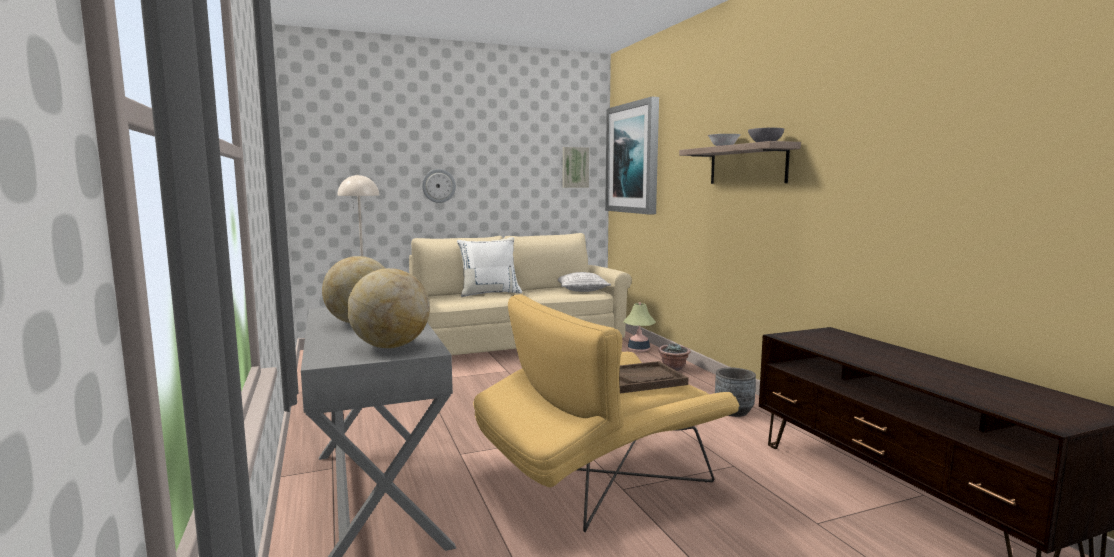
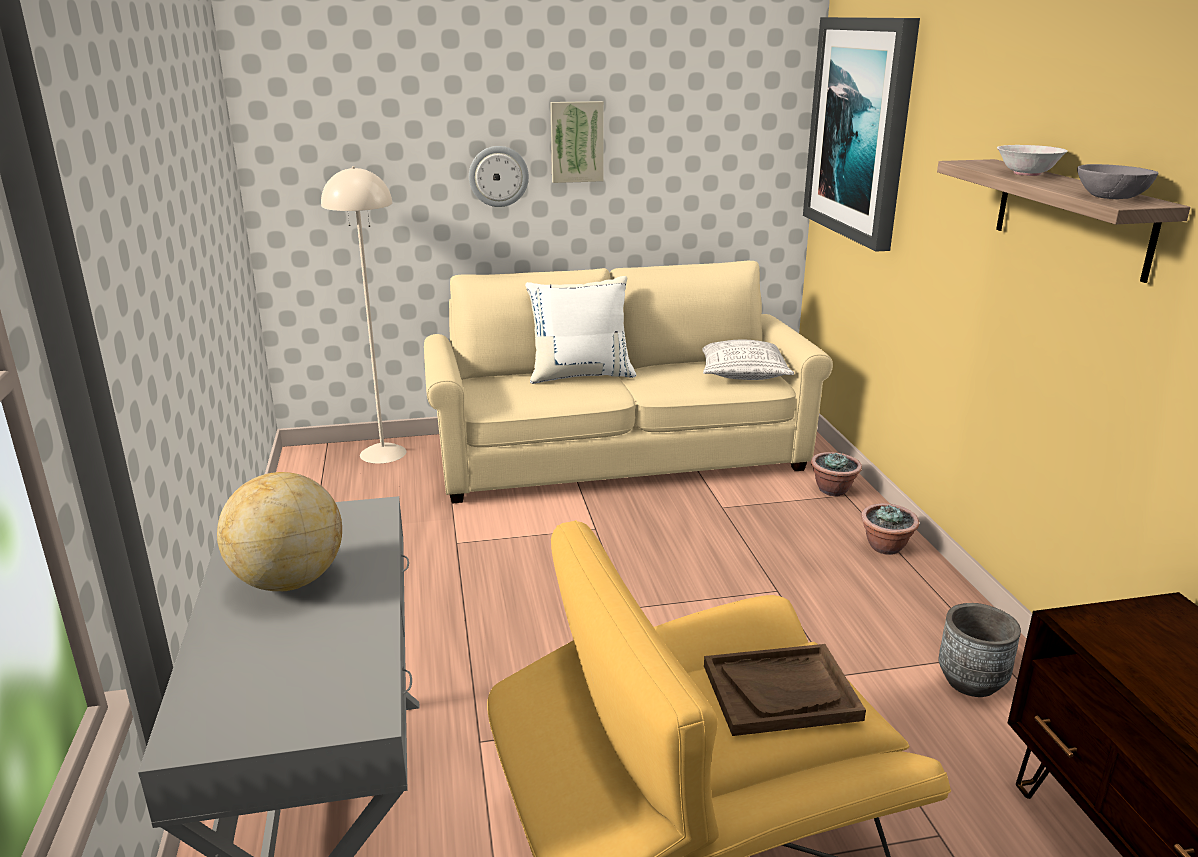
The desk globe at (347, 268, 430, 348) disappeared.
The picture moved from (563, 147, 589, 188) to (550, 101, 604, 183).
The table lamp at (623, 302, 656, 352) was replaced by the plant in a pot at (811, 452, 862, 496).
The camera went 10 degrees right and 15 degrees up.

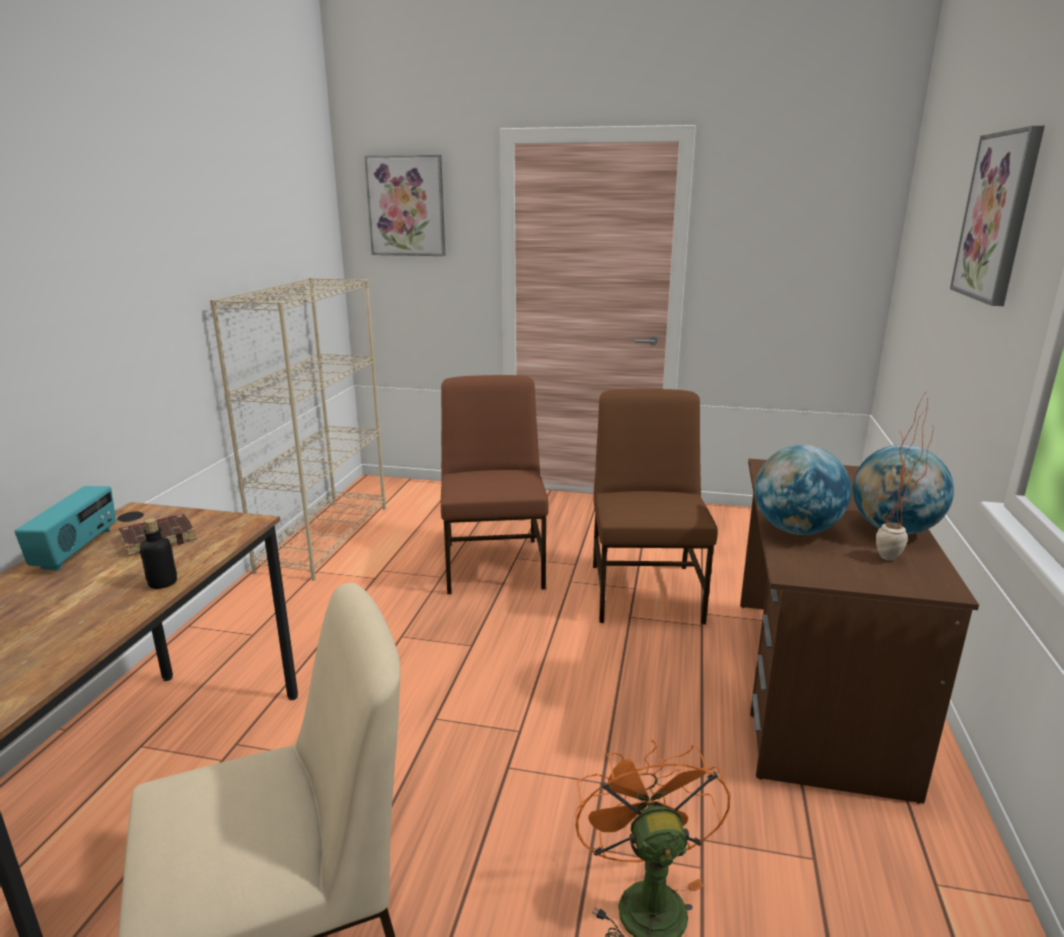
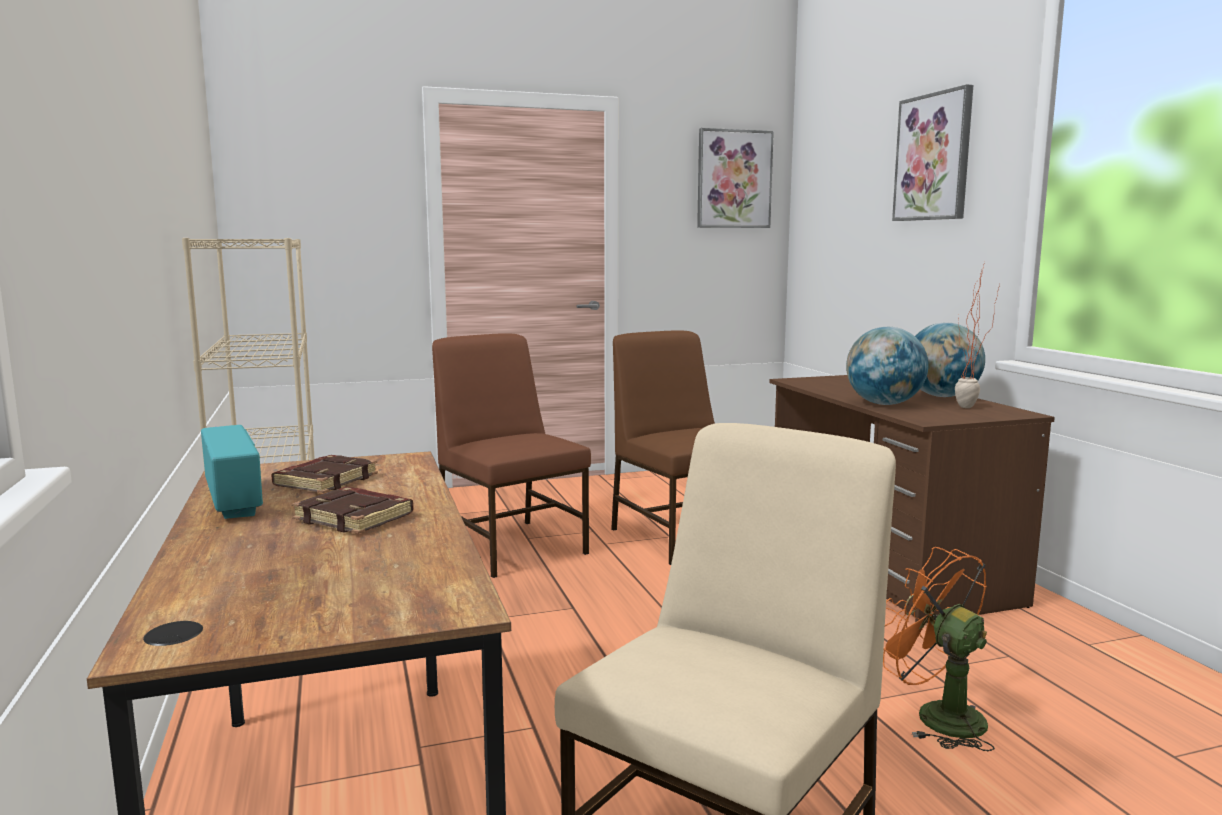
The drink bottle at (140, 518, 177, 589) disappeared.
The bound book (brown) at (292, 487, 413, 534) appeared.
The picture moved from (364, 155, 445, 256) to (697, 128, 774, 228).
The camera went 30 degrees left and 10 degrees down.

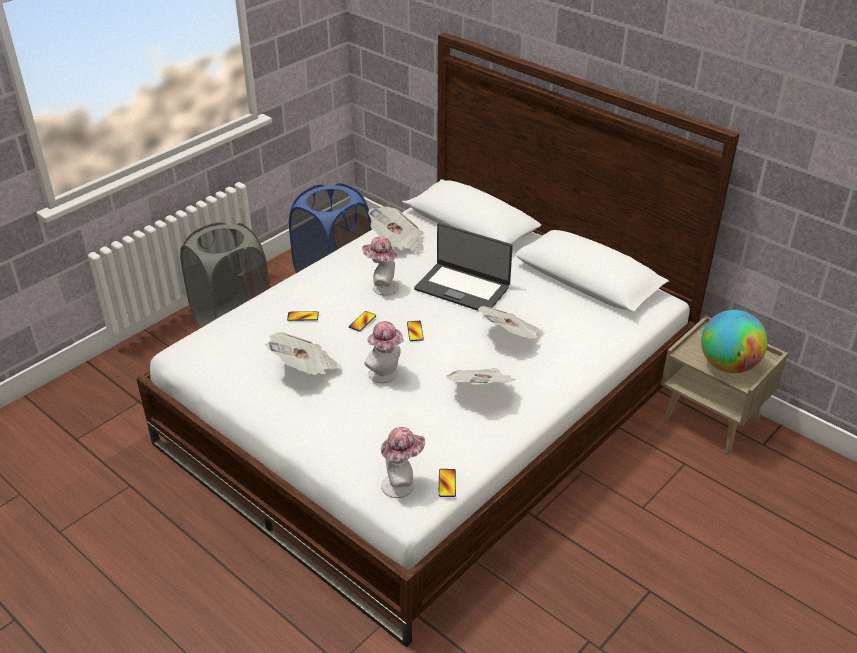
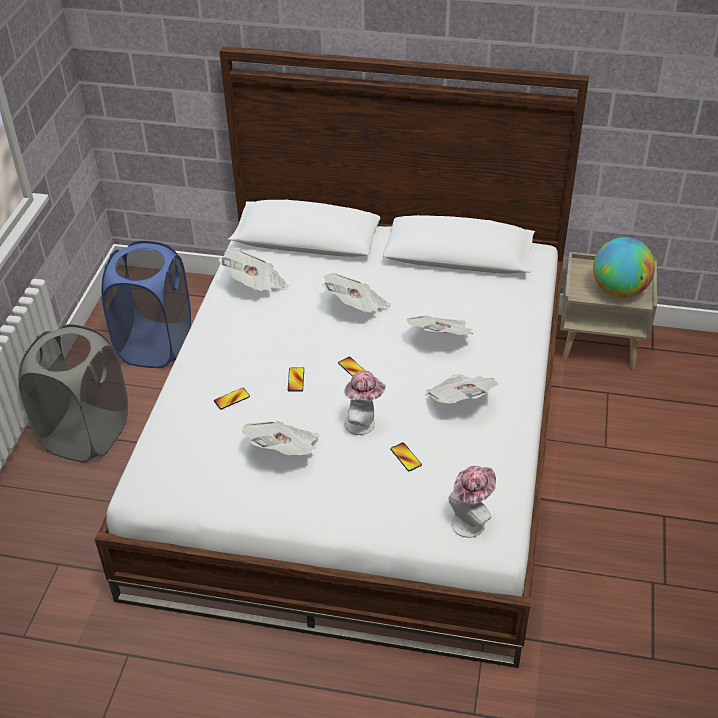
The wearable hat at (362, 236, 399, 296) disappeared.
The telephone moved from (439, 469, 456, 497) to (390, 442, 422, 471).
The laptop at (414, 223, 513, 311) was replaced by the printed paper at (322, 273, 391, 313).
The camera went 30 degrees left and 5 degrees up.

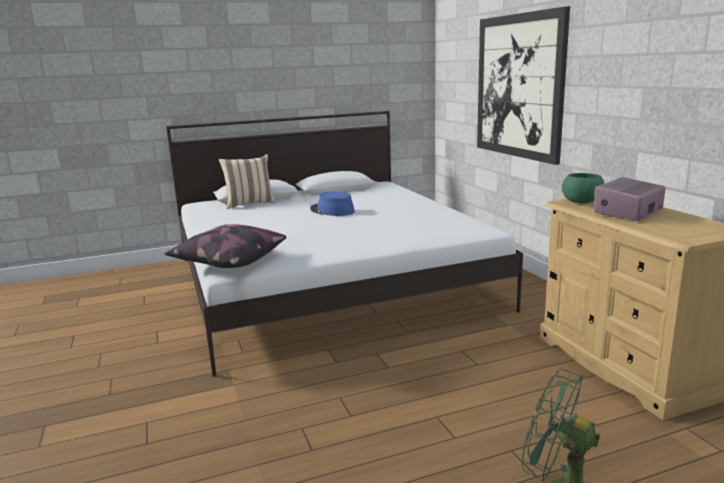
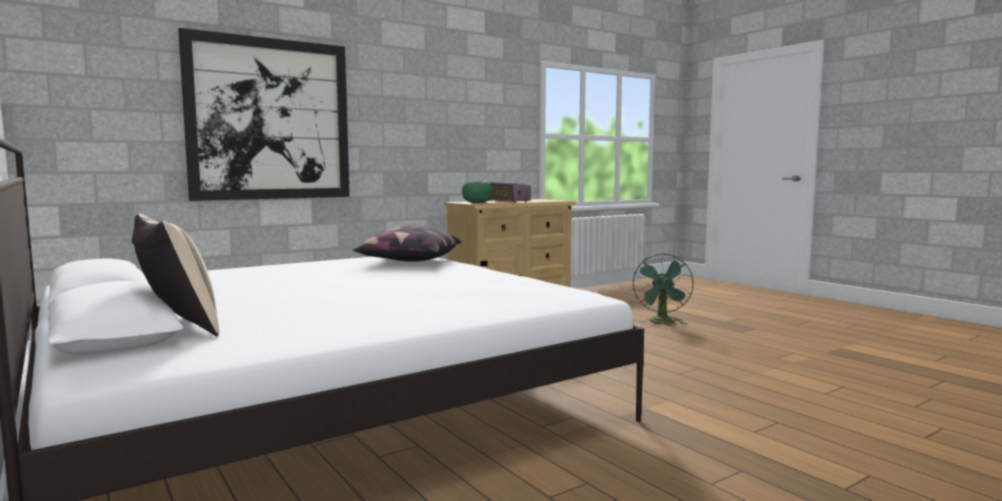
The wearable hat (blue-coloured) at (310, 192, 355, 216) disappeared.
The cushion moved from (164, 224, 287, 268) to (353, 225, 462, 262).
The camera went 105 degrees left and 10 degrees down.

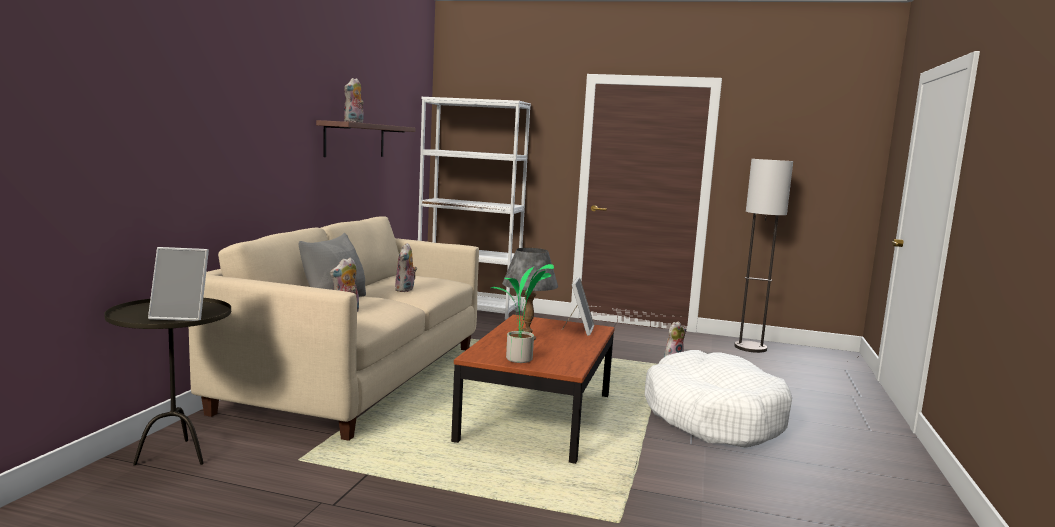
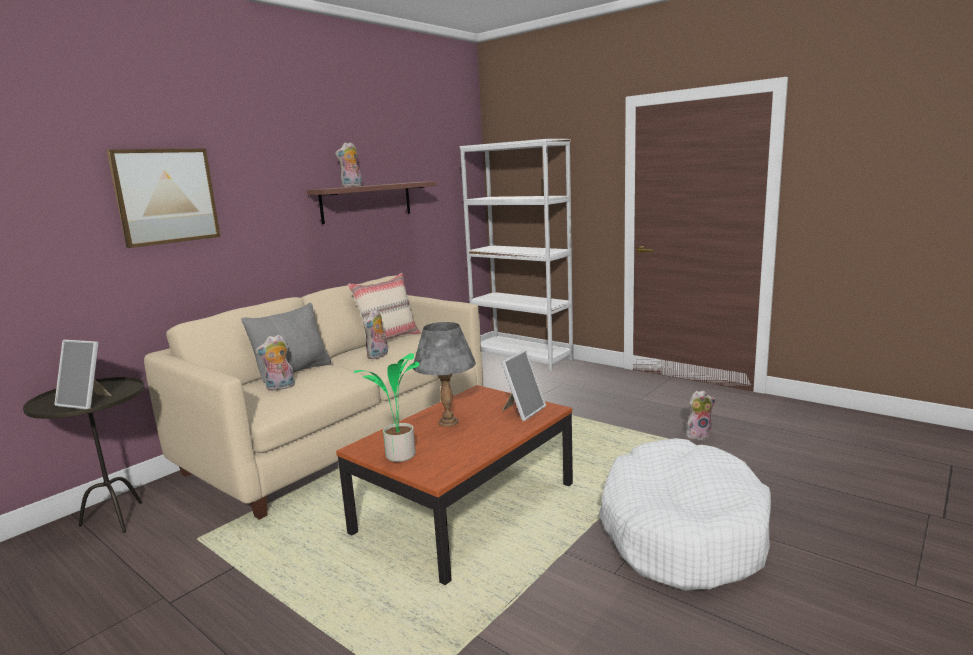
The standard lamp at (734, 159, 793, 353) disappeared.
The picture at (107, 148, 220, 248) appeared.
The cushion (sand-coloured) at (348, 273, 421, 340) appeared.
The camera went 25 degrees right and 5 degrees up.

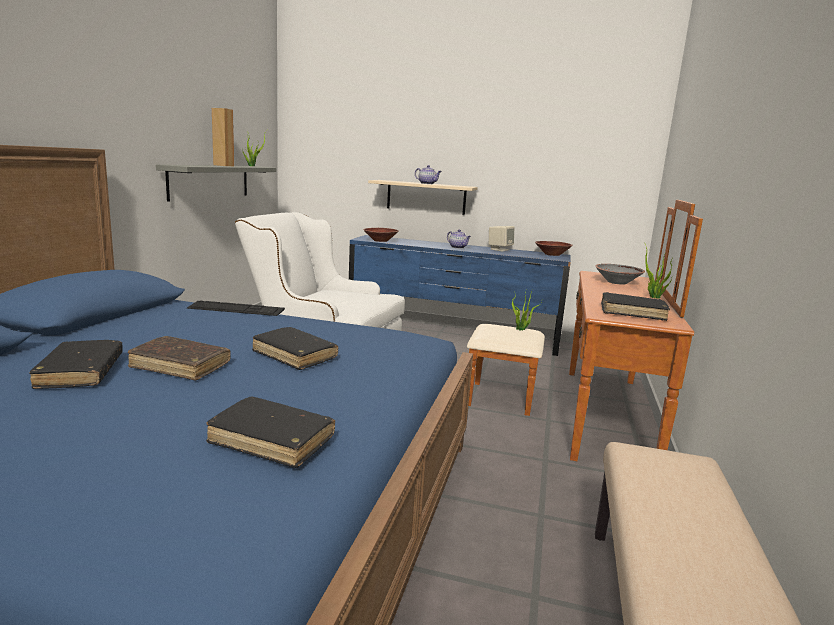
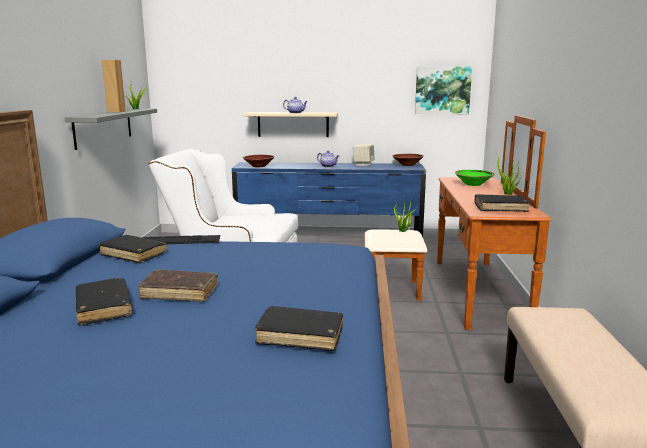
The picture at (415, 67, 472, 114) appeared.
The bound book (black-coloured) moved from (252, 327, 338, 370) to (100, 235, 167, 263).
The deep dish (greyish) at (595, 264, 645, 285) became the deep dish (green-coloured) at (455, 170, 494, 186).
The camera went 10 degrees left and 0 degrees up.

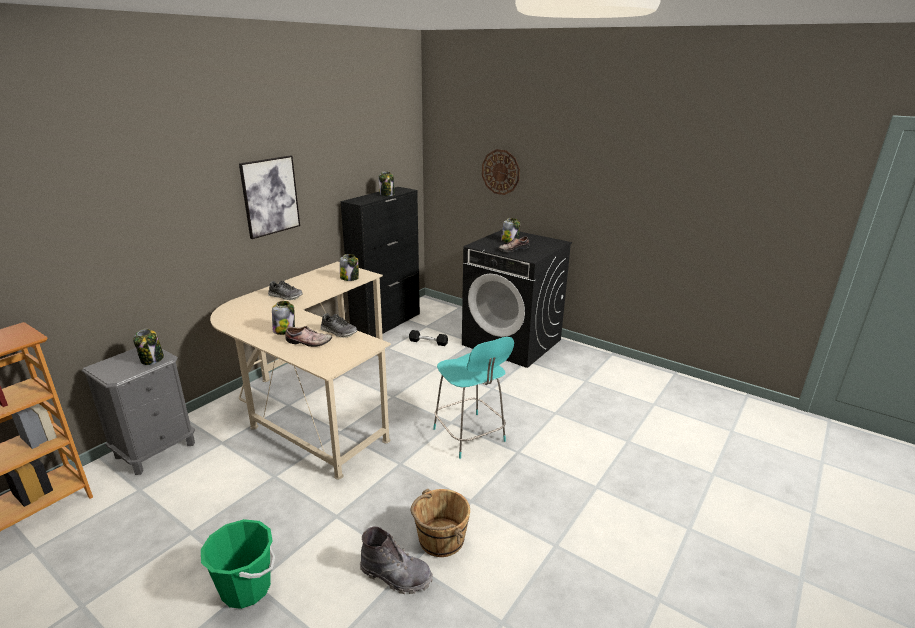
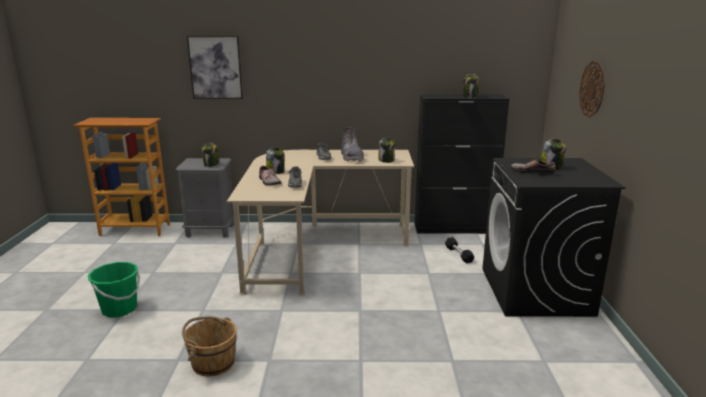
The upright chair (blue-green) at (433, 337, 514, 459) disappeared.
The picture moved from (239, 155, 300, 239) to (187, 36, 243, 99).
The boot (greyish) moved from (360, 526, 433, 594) to (341, 128, 364, 162).
The camera went 55 degrees right and 5 degrees down.

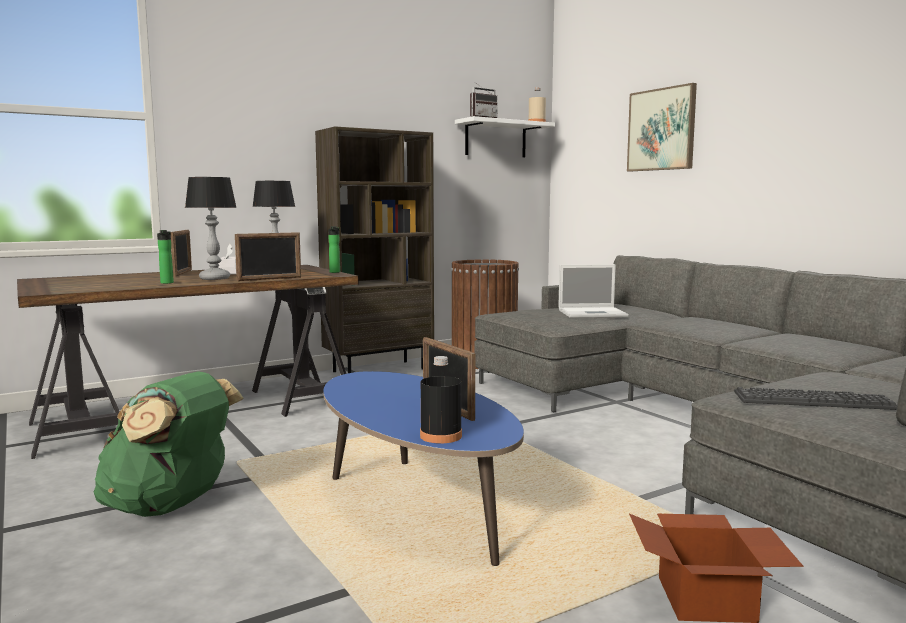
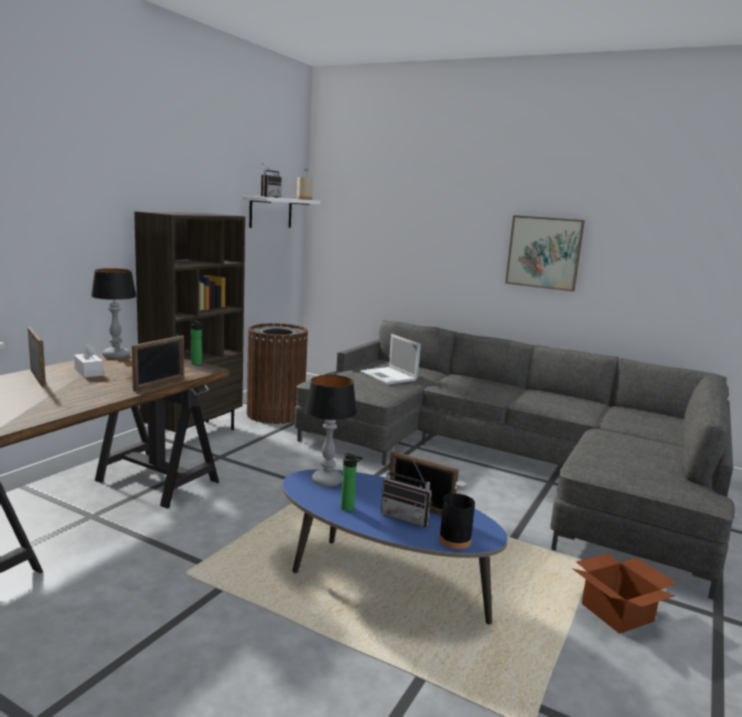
The knapsack (green-coloured) at (94, 371, 244, 517) disappeared.
The keyboard at (734, 387, 897, 410) disappeared.
The radio at (381, 458, 432, 527) appeared.
The drink bottle moved from (157, 230, 174, 284) to (341, 453, 363, 511).
The table lamp moved from (185, 177, 237, 280) to (305, 375, 357, 487).
The picture moved from (627, 83, 697, 171) to (505, 215, 585, 292).
The laptop at (558, 264, 629, 318) turned 90 degrees clockwise.
The camera went 30 degrees left and 5 degrees up.

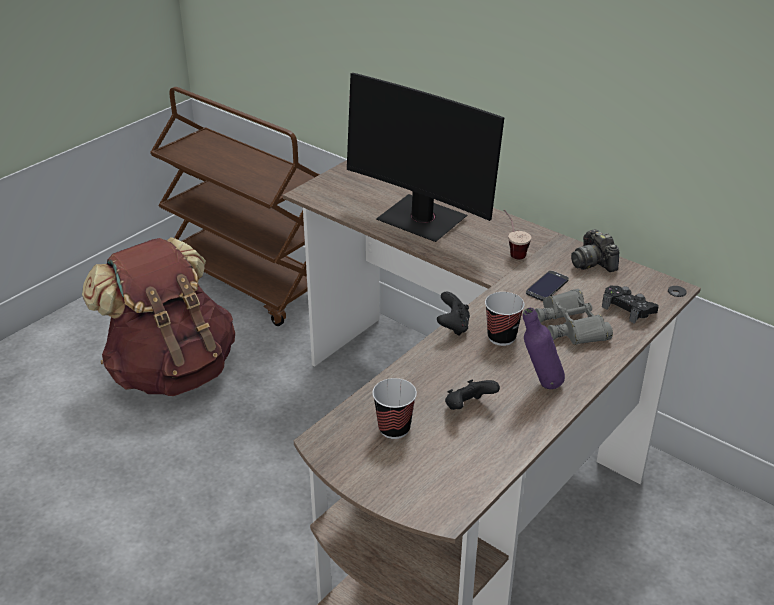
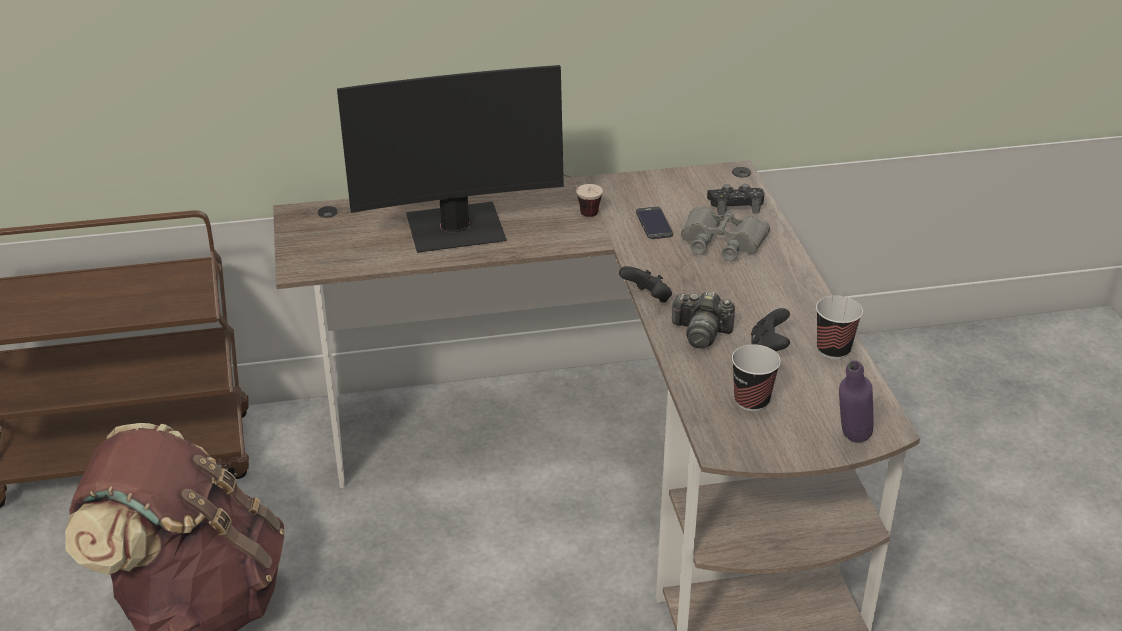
The drinking cup moved from (485, 292, 525, 346) to (816, 296, 863, 360).
The drink bottle (purple) moved from (523, 308, 565, 389) to (839, 360, 873, 443).
The photo camera moved from (571, 229, 619, 272) to (671, 291, 735, 349).
The camera went 50 degrees left and 0 degrees up.

